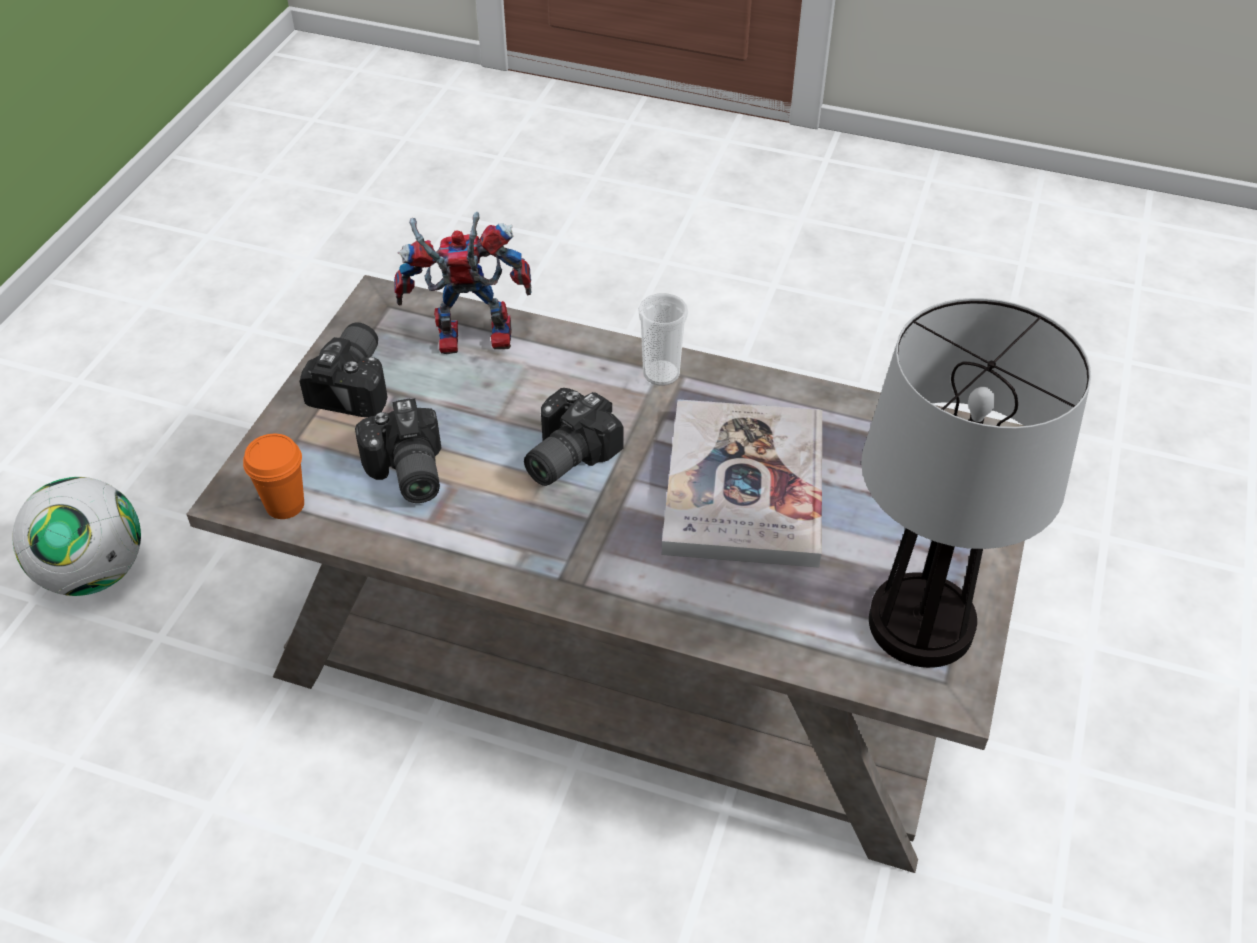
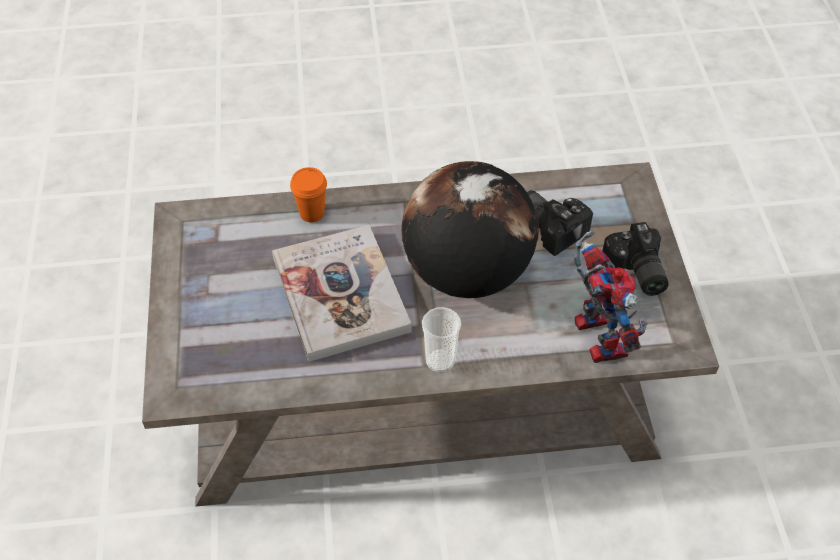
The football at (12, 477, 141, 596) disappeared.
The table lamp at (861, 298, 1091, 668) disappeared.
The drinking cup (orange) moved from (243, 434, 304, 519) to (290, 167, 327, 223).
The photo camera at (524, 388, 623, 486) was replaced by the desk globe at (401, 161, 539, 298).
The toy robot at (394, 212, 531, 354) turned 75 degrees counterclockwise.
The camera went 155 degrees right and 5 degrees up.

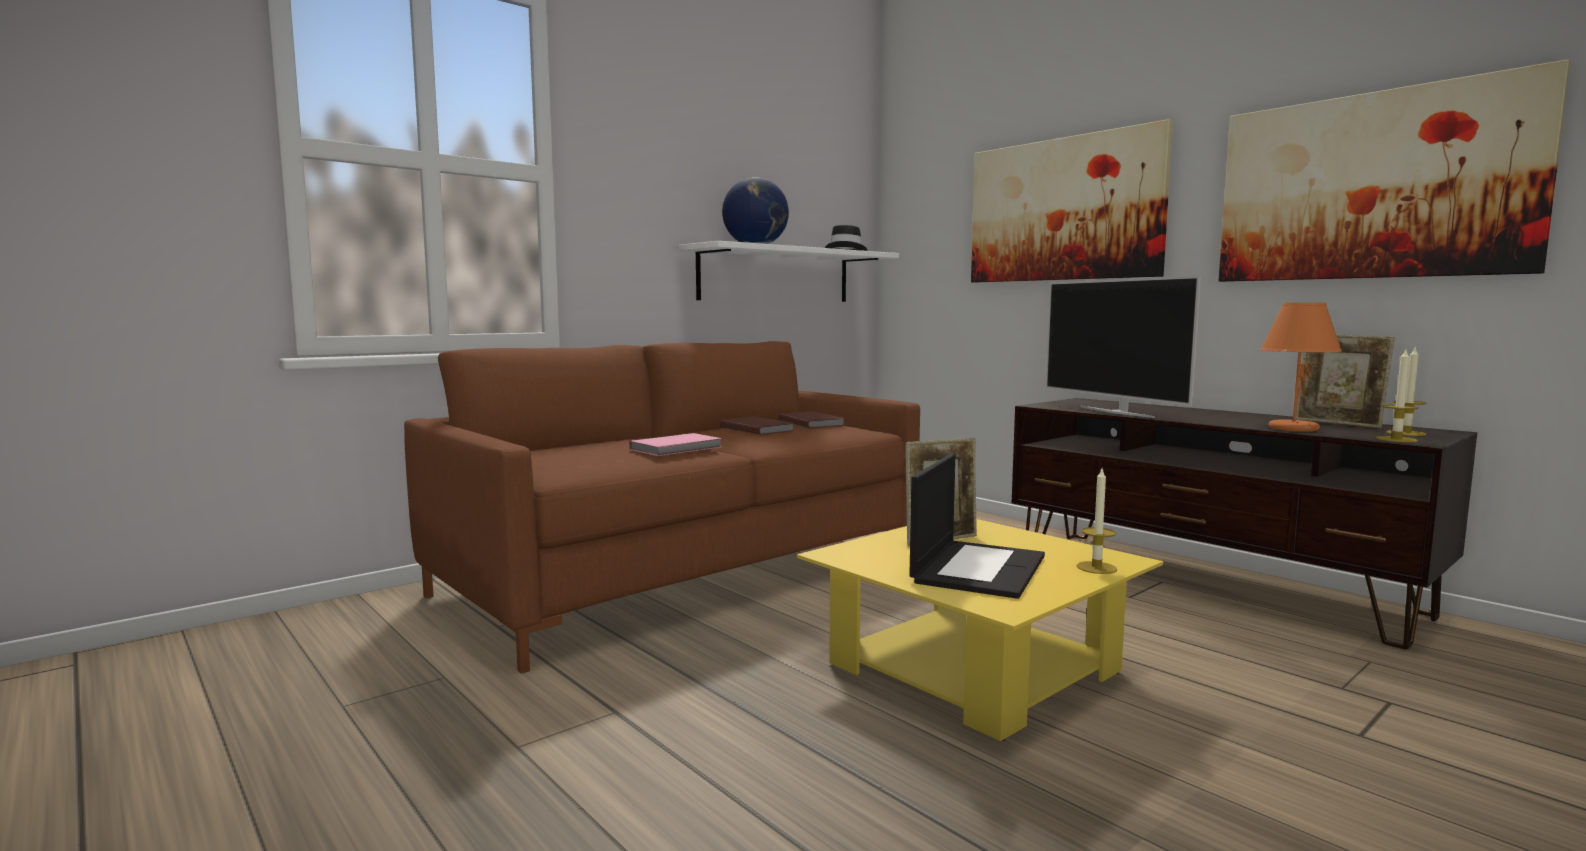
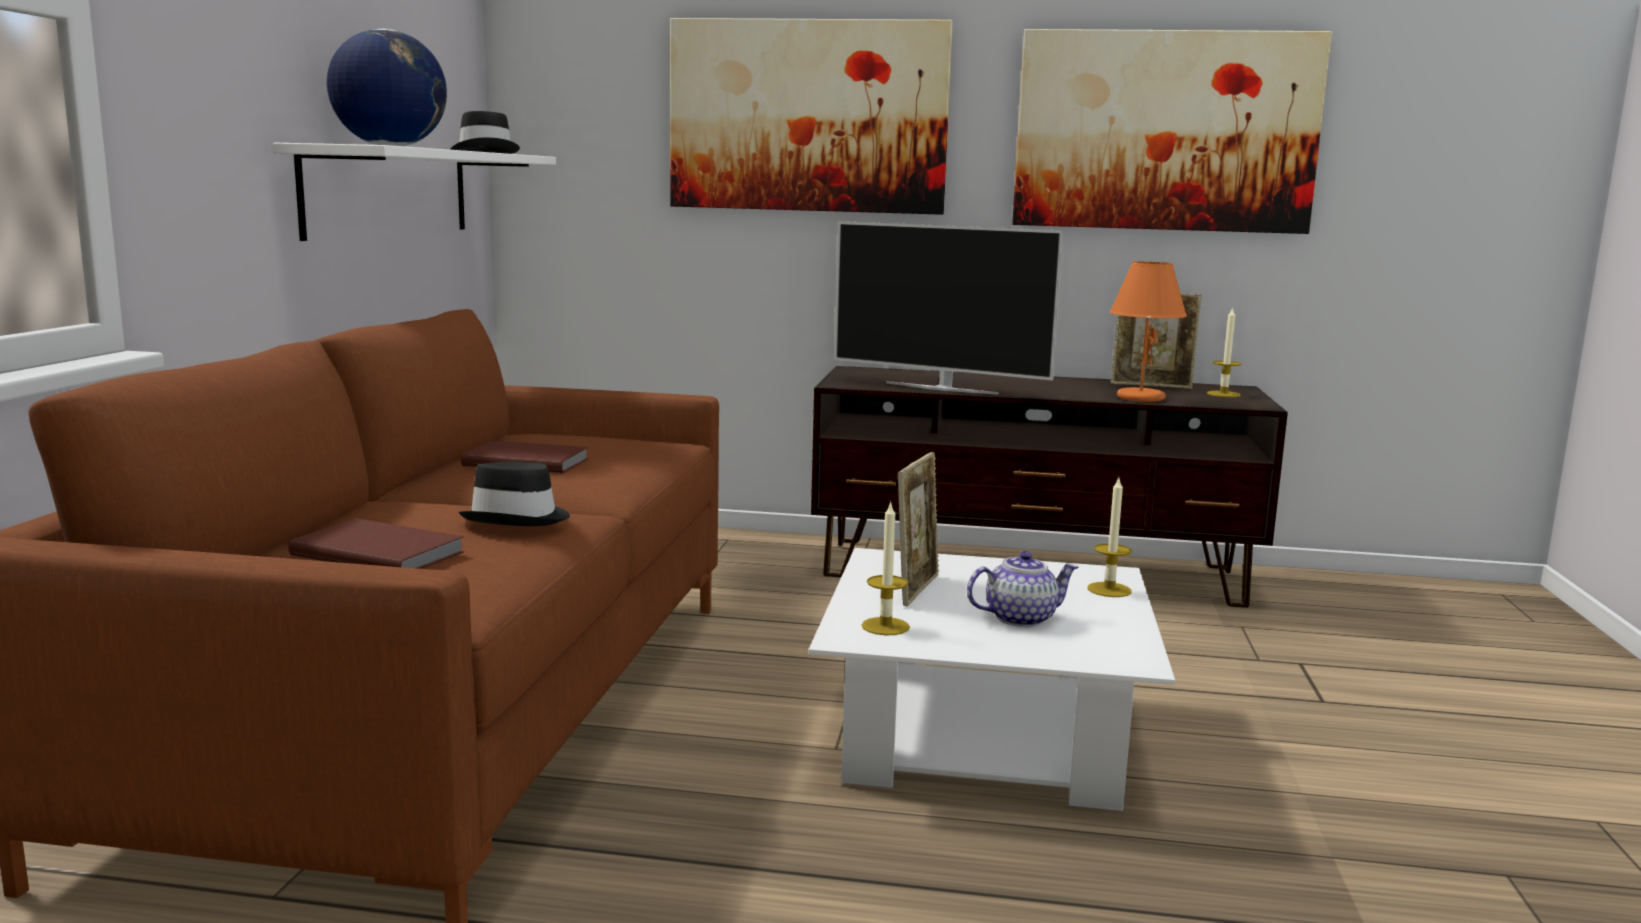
The bound book (brown) moved from (779, 411, 845, 428) to (288, 518, 465, 569).
The wax candle moved from (1376, 350, 1418, 442) to (862, 501, 910, 635).
The bound book (pinkish) at (629, 433, 722, 456) was replaced by the wearable hat (black-coloured) at (458, 462, 570, 526).
The laptop at (909, 453, 1045, 599) was replaced by the tea pot at (967, 551, 1079, 627).
The lounge table (yellowish) at (797, 519, 1163, 741) became the lounge table (whitish) at (808, 548, 1175, 811).
The camera went 40 degrees left and 5 degrees up.

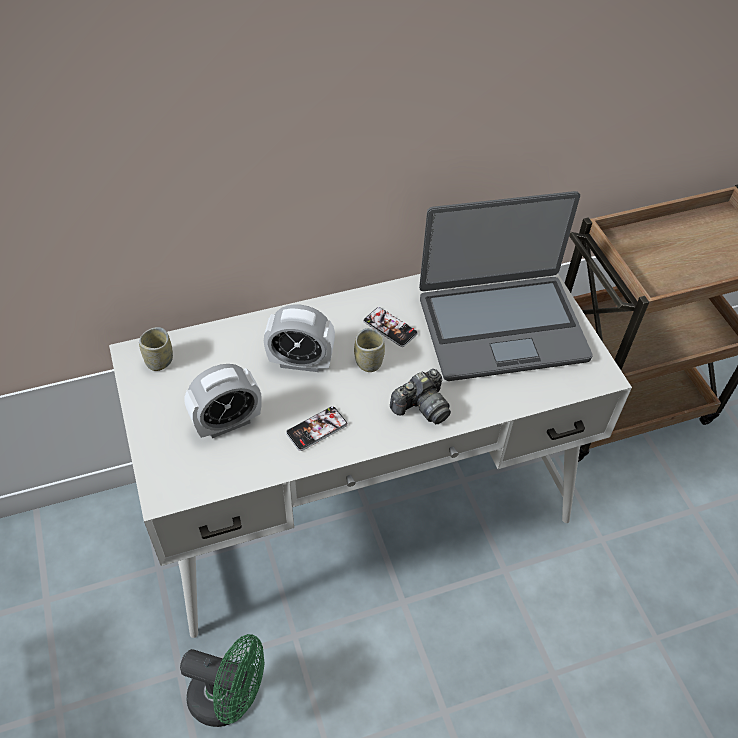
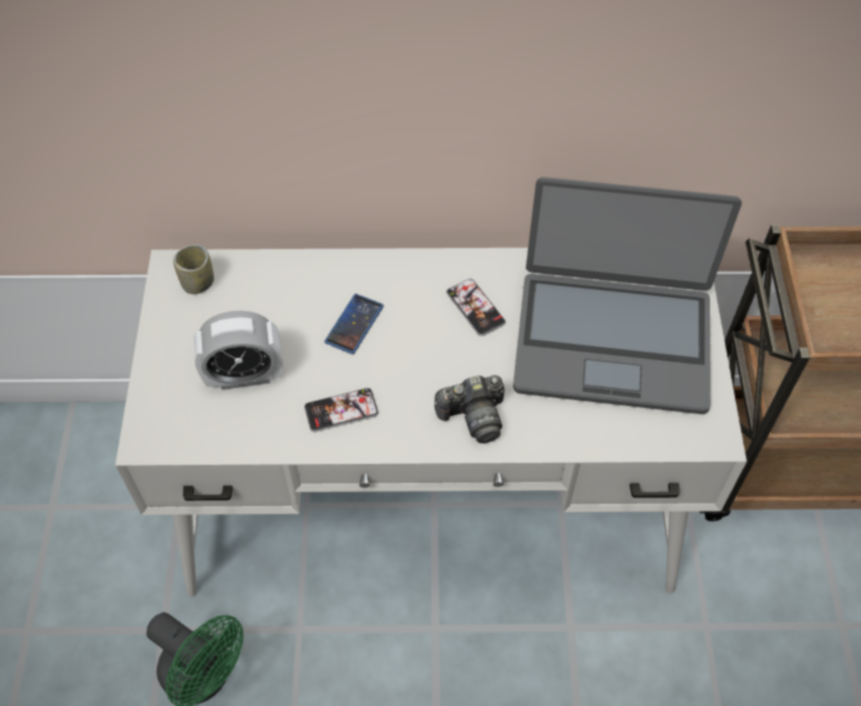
The drinking cup at (354, 328, 385, 372) disappeared.
The alarm clock at (264, 304, 335, 372) was replaced by the telephone at (324, 294, 383, 354).
The camera went 20 degrees right and 5 degrees up.

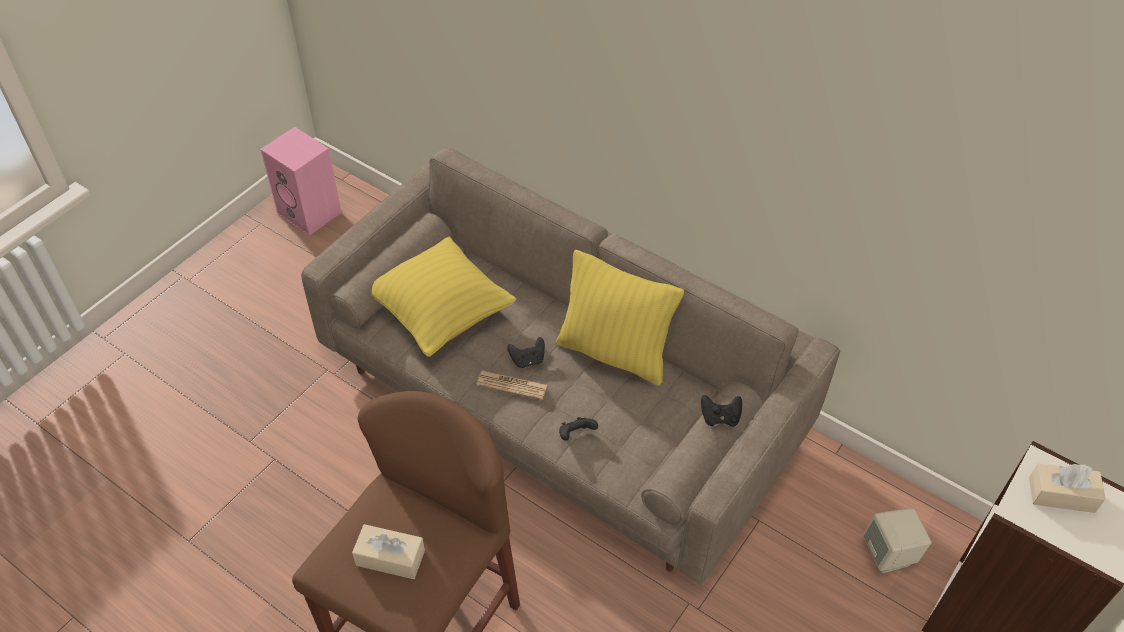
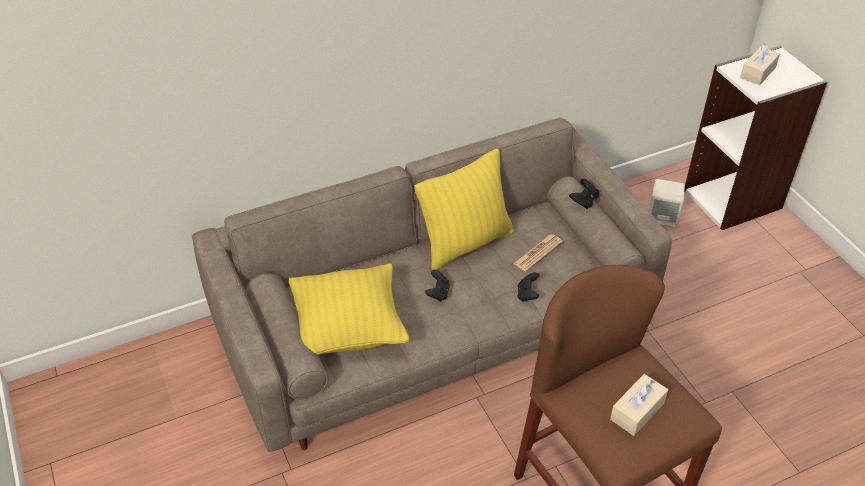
The audio speaker (pinkish) at (260, 127, 342, 236) disappeared.
The printed paper moved from (476, 371, 547, 400) to (513, 234, 563, 272).
The camera went 60 degrees left and 5 degrees down.

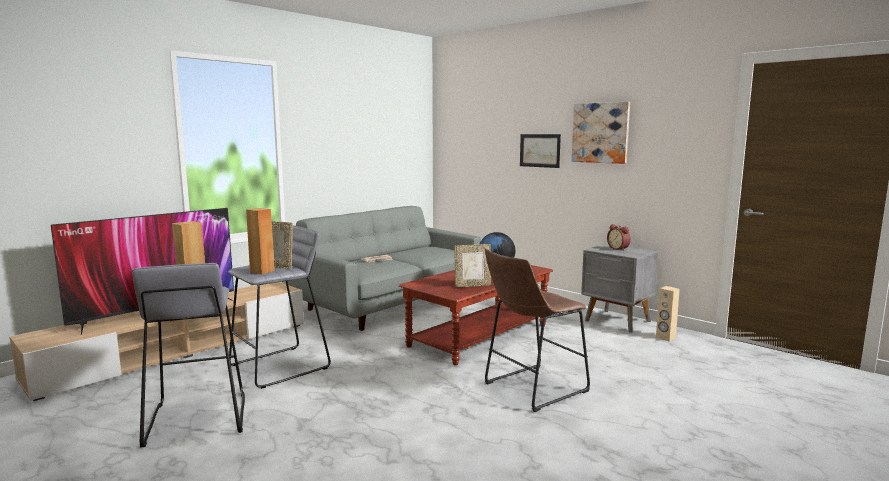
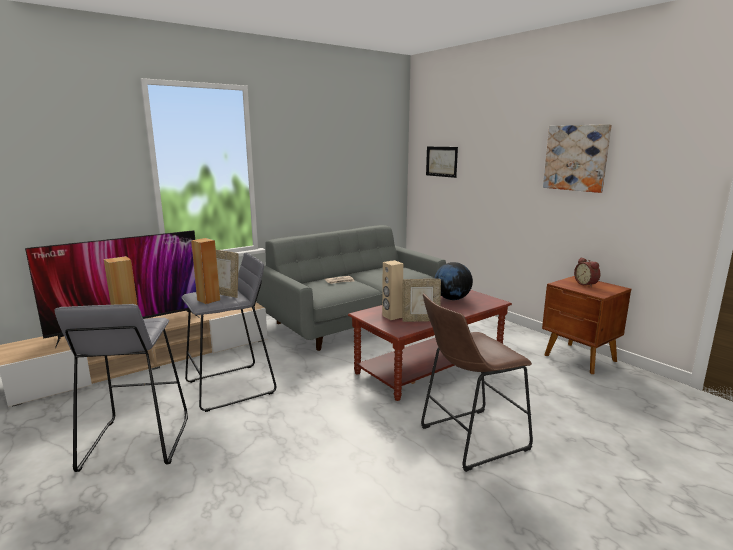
The picture moved from (520, 134, 561, 168) to (426, 146, 458, 178).
The audio speaker (sand-coloured) moved from (656, 286, 680, 342) to (382, 260, 403, 320).
The bedside table (greyish) at (581, 243, 658, 333) became the bedside table (brown) at (542, 276, 631, 374).
The camera went 10 degrees right and 5 degrees up.

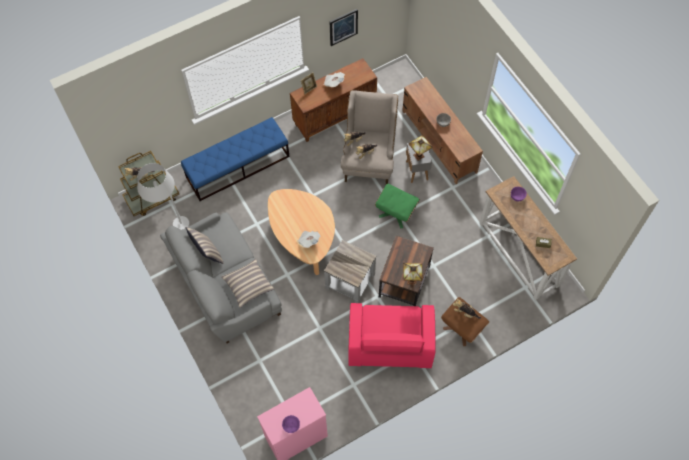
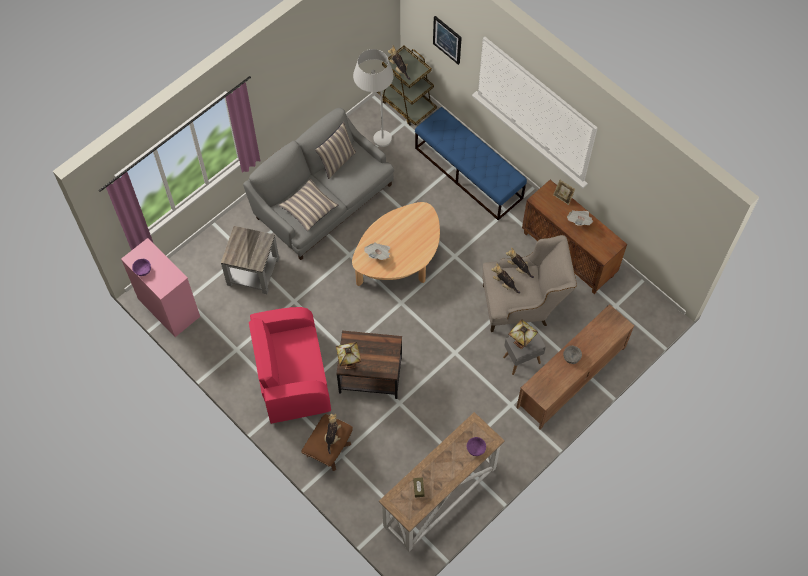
The footrest (green-coloured) at (375, 184, 420, 229) disappeared.
The accent table (greyish) moved from (324, 240, 376, 303) to (221, 226, 279, 294).
The picture moved from (329, 9, 358, 46) to (433, 16, 462, 65).
The camera went 75 degrees right and 0 degrees up.

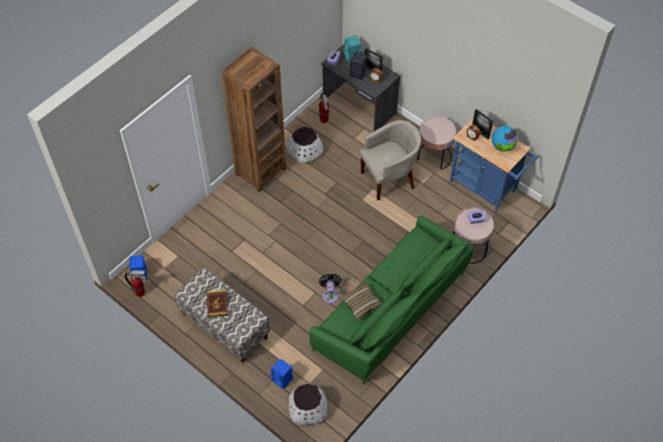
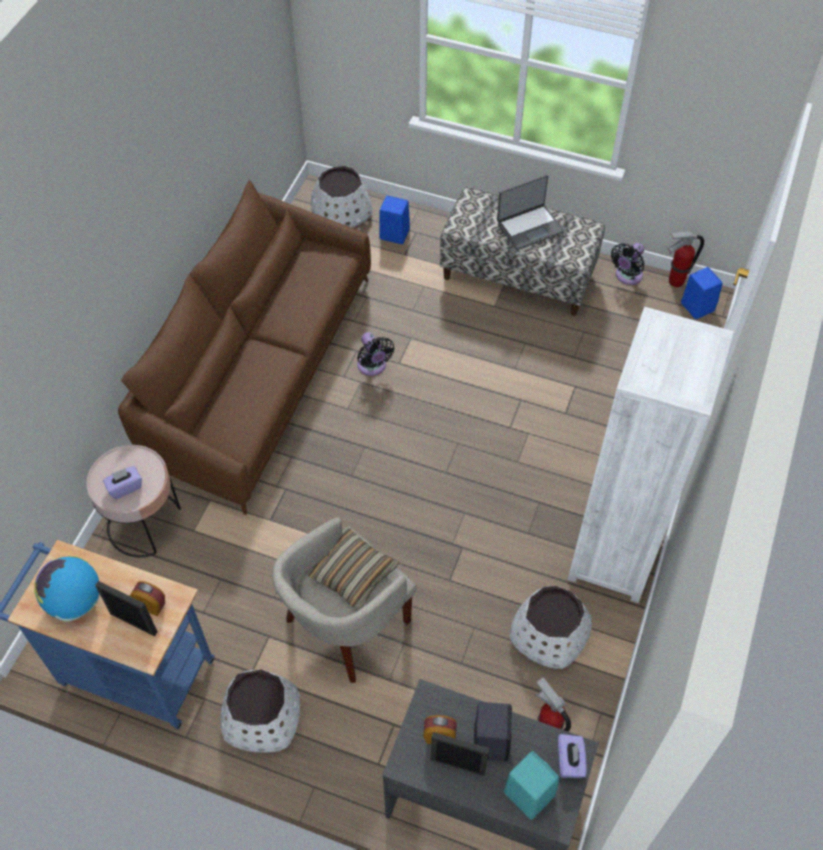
The cooling fan (black-coloured) at (611, 243, 645, 285) appeared.
The cushion moved from (340, 282, 382, 320) to (307, 528, 399, 609).
The bound book at (207, 290, 228, 318) was replaced by the laptop at (497, 175, 564, 250).
The accent table (pinkish) at (417, 116, 456, 169) was replaced by the flower pot (whitish) at (221, 669, 300, 753).
The bookshelf (brown) at (221, 47, 286, 192) became the bookshelf (whitish) at (568, 307, 734, 603).
The sofa (green-coloured) at (309, 216, 474, 385) became the sofa (brown) at (118, 180, 371, 515).
The camera went 160 degrees right and 0 degrees up.

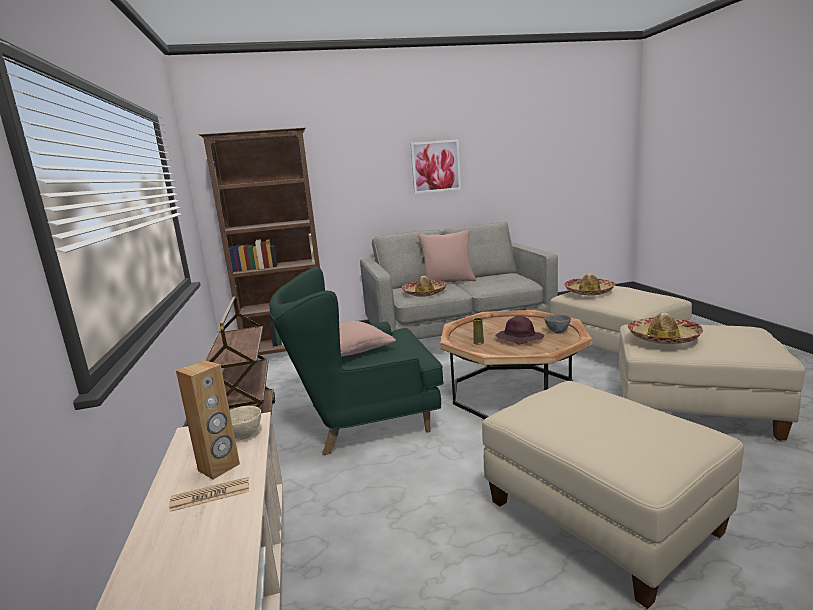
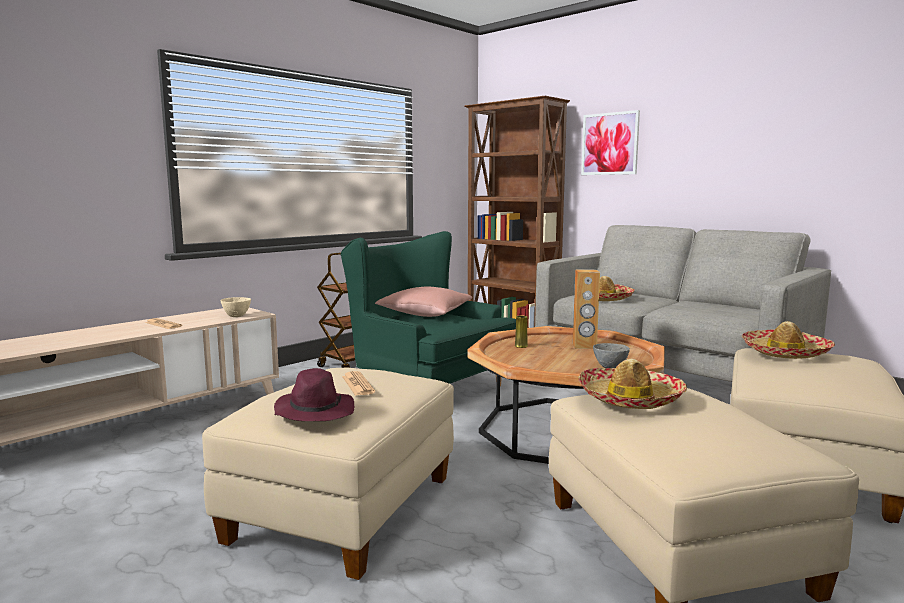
The cushion (pinkish) at (418, 230, 476, 282) disappeared.
The printed paper at (342, 371, 375, 396) appeared.
The audio speaker (brown) moved from (176, 360, 240, 479) to (573, 269, 600, 349).
The picture moved from (410, 139, 461, 194) to (581, 110, 640, 175).
The wearable hat (purple) moved from (496, 316, 544, 345) to (274, 368, 354, 421).
The camera went 55 degrees right and 5 degrees down.

